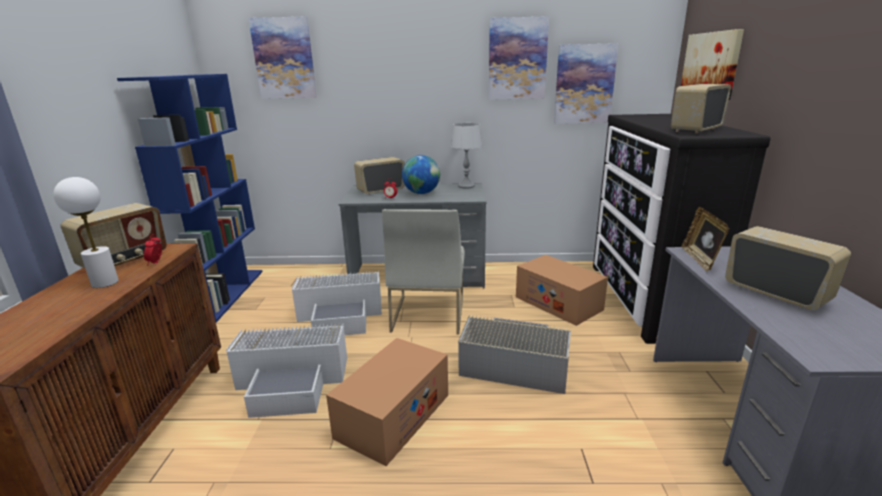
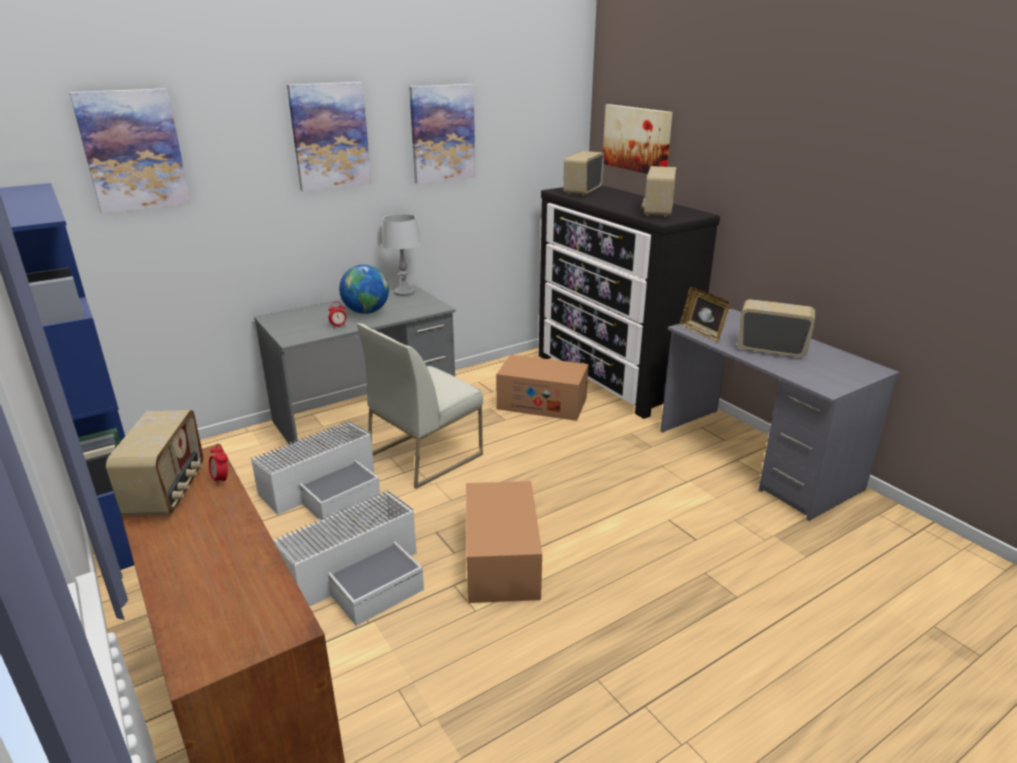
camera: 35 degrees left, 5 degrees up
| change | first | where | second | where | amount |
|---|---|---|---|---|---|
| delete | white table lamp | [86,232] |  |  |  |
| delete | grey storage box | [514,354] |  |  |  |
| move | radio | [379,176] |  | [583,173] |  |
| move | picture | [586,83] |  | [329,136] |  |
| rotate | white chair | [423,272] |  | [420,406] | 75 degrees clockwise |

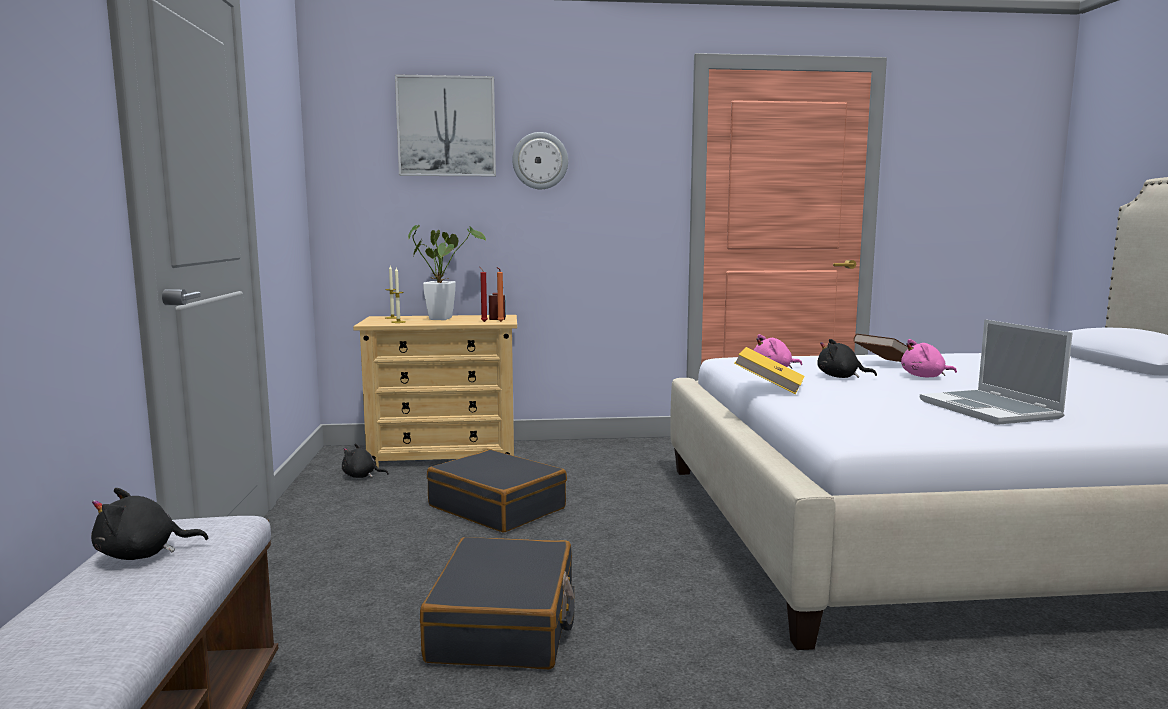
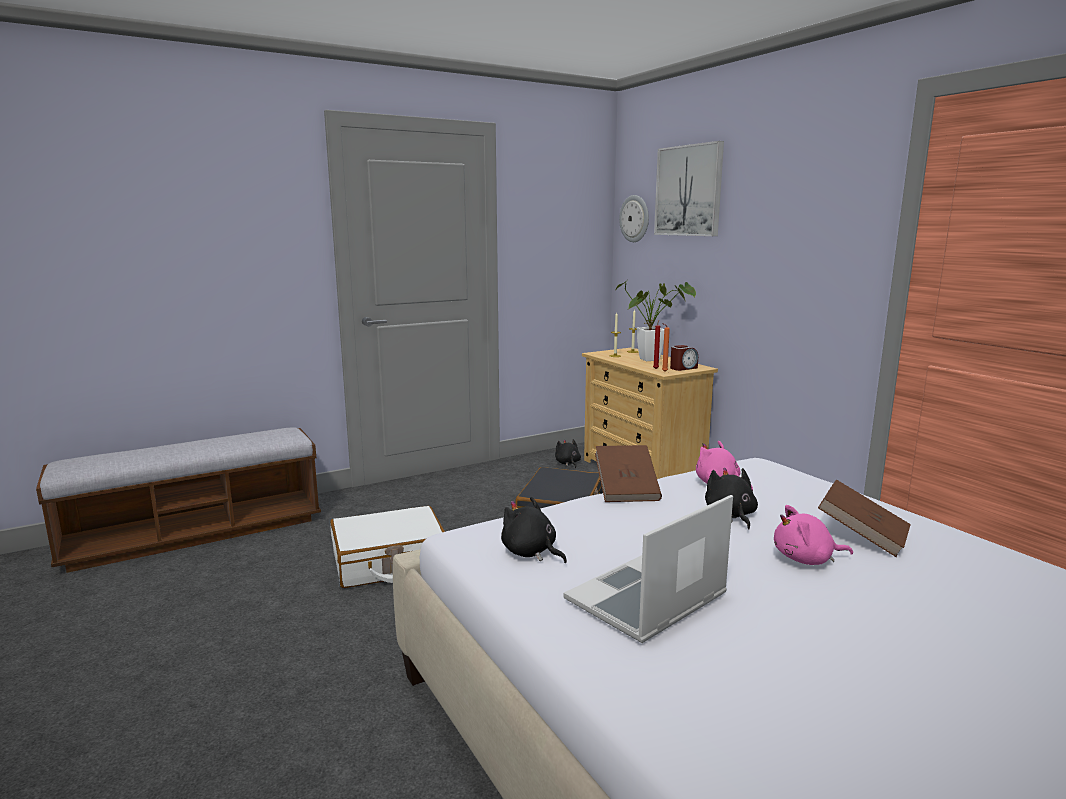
camera: 65 degrees right, 5 degrees up
| change | first | where | second | where | amount |
|---|---|---|---|---|---|
| move | black plush toy | [149,524] |  | [534,530] |  |
| move | wall clock | [540,160] |  | [634,218] |  |
| recolor | black suitcase | [497,603] | white suitcase | [387,547] |  |
| recolor | yellow book | [769,370] | brown book | [628,473] |  |
| rotate | pink plush toy | [929,358] |  | [813,535] | 60 degrees counterclockwise |

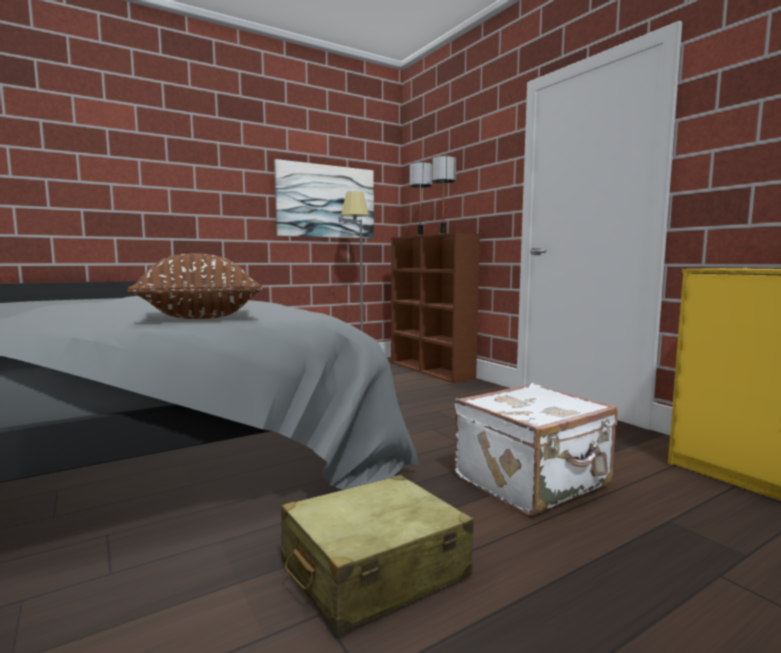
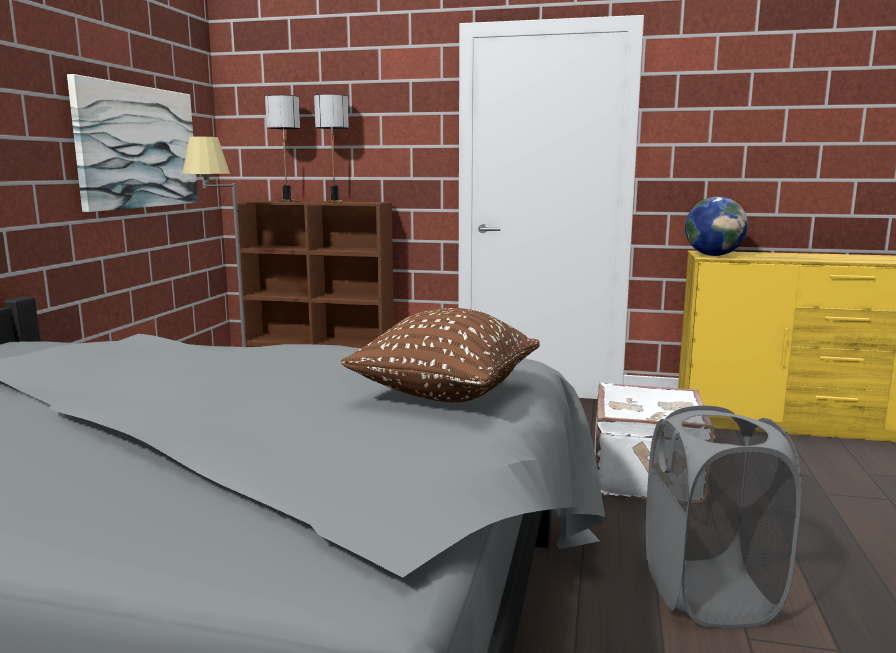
camera: 45 degrees left, 5 degrees up
| change | first | where | second | where | amount |
|---|---|---|---|---|---|
| insert |  |  | globe | [716,226] |  |
| replace | beige suitcase | [377,555] | grey laundry basket | [723,517] |  |

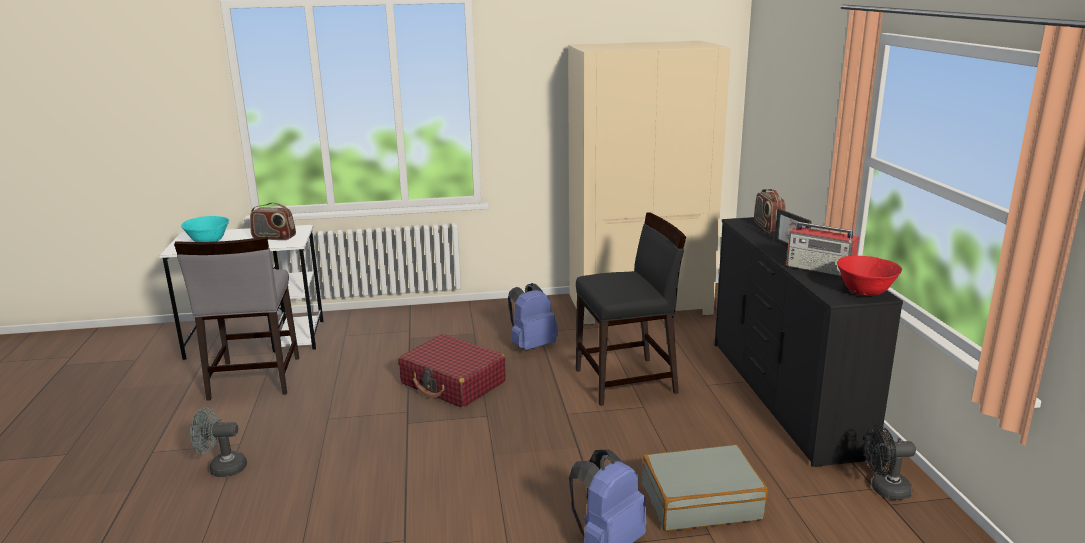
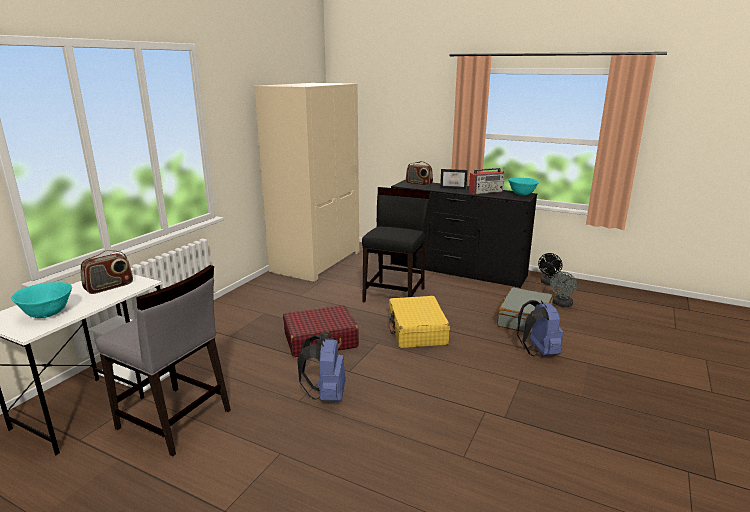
camera: 55 degrees left, 0 degrees up
| change | first | where | second | where | amount |
|---|---|---|---|---|---|
| insert |  |  | yellow suitcase | [419,322] |  |
| move | grey fan | [218,442] |  | [563,289] |  |
| move | blue backpack | [533,317] |  | [321,368] |  |
| recolor | red bowl | [869,276] | turquoise bowl | [523,186] |  |

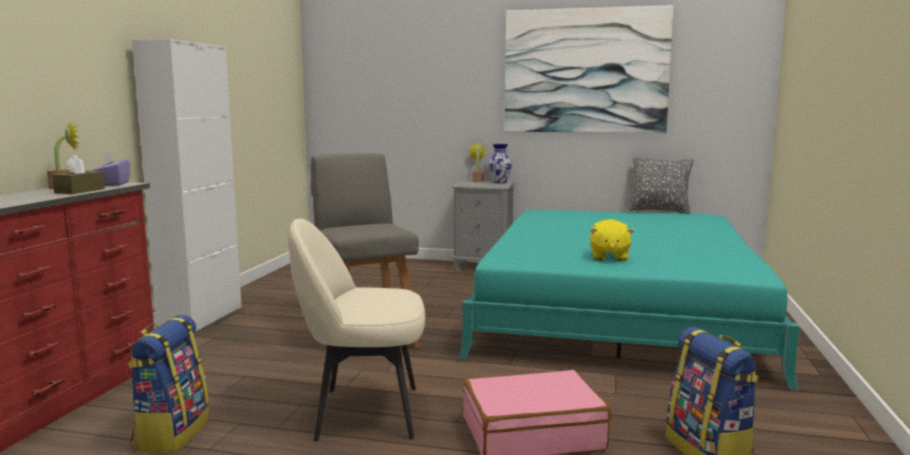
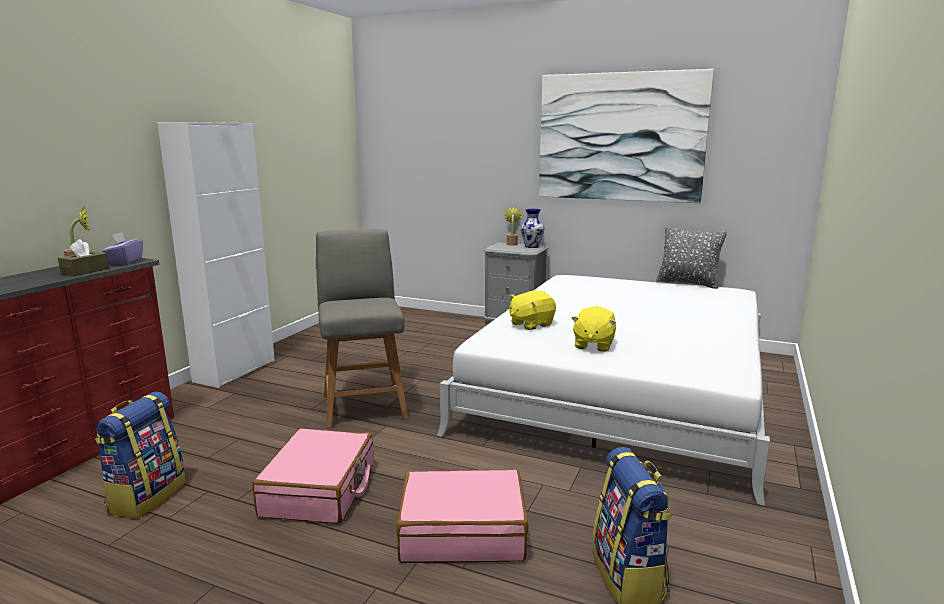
camera: 10 degrees right, 5 degrees up
| change | first | where | second | where | amount |
|---|---|---|---|---|---|
| insert |  |  | yellow plush toy | [532,310] |  |
| replace | beige chair | [356,330] | pink suitcase | [313,476] |  |
| recolor | turquoise bed | [629,300] | white bed | [603,390] |  |

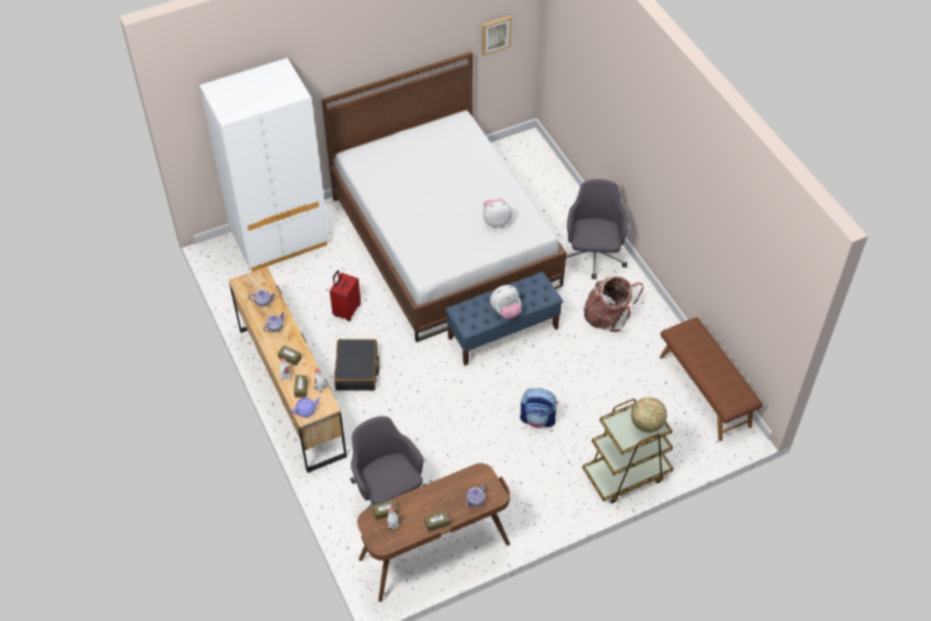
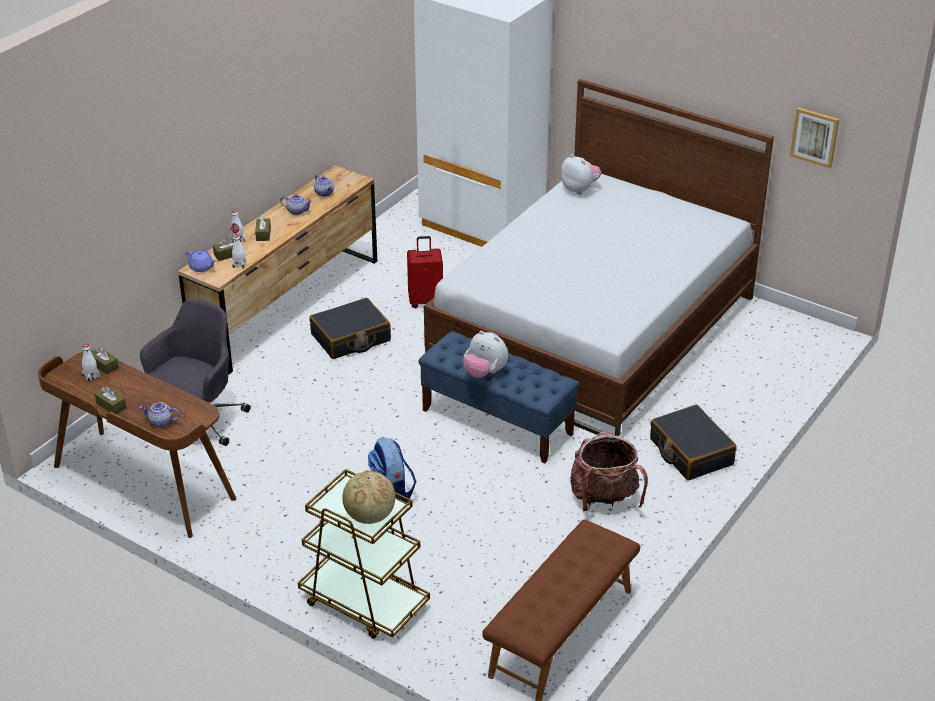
camera: 60 degrees right, 15 degrees down
| change | first | where | second | where | amount |
|---|---|---|---|---|---|
| move | plush toy | [497,213] |  | [580,174] |  |
| replace | grey office chair | [597,229] | black suitcase | [693,442] |  |

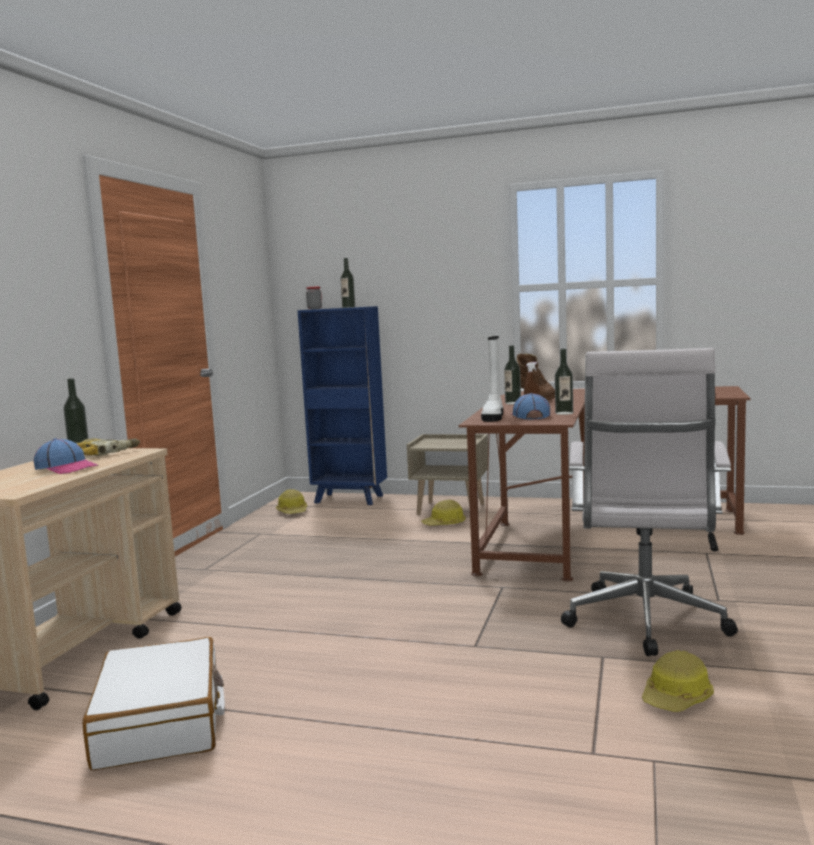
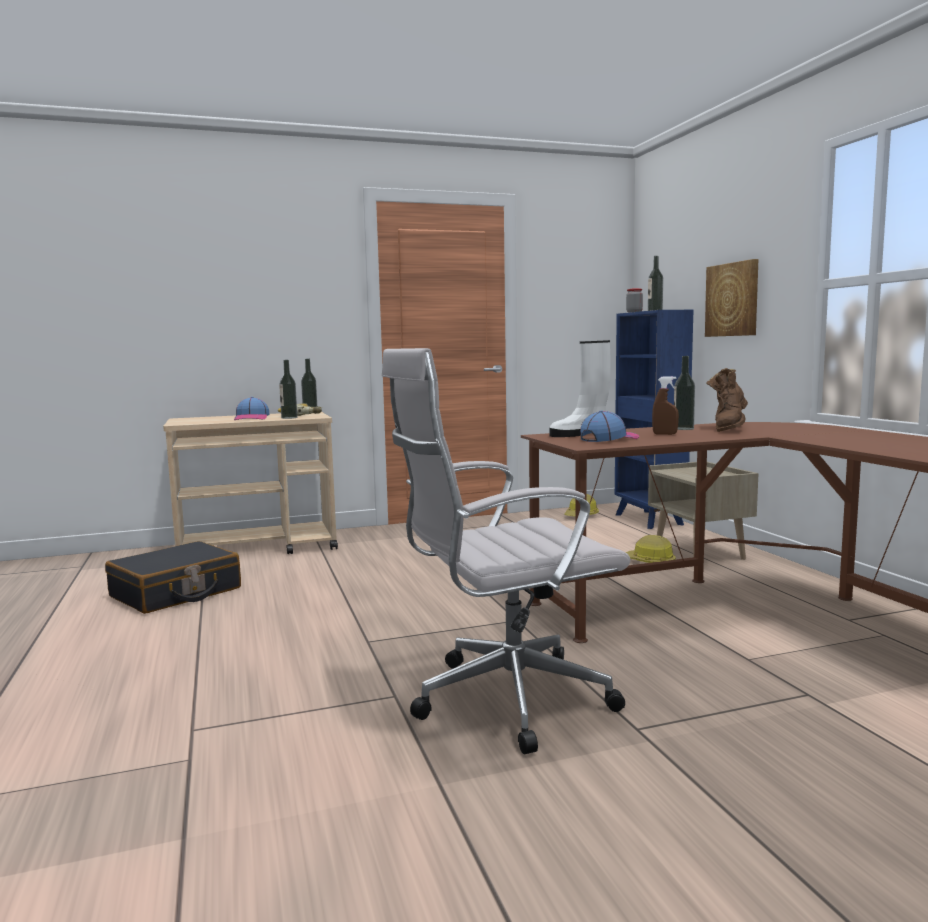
camera: 55 degrees right, 0 degrees up
| change | first | where | second | where | amount |
|---|---|---|---|---|---|
| delete | hard hat | [678,681] |  |  |  |
| insert |  |  | picture | [731,298] |  |
| move | bottle | [564,382] |  | [288,389] |  |
| recolor | white suitcase | [154,703] | black suitcase | [173,577] |  |

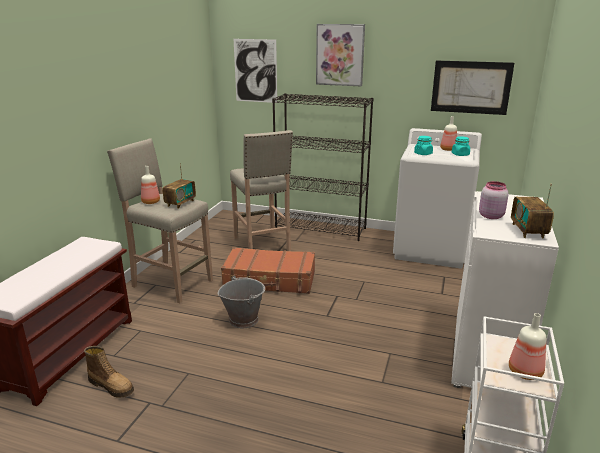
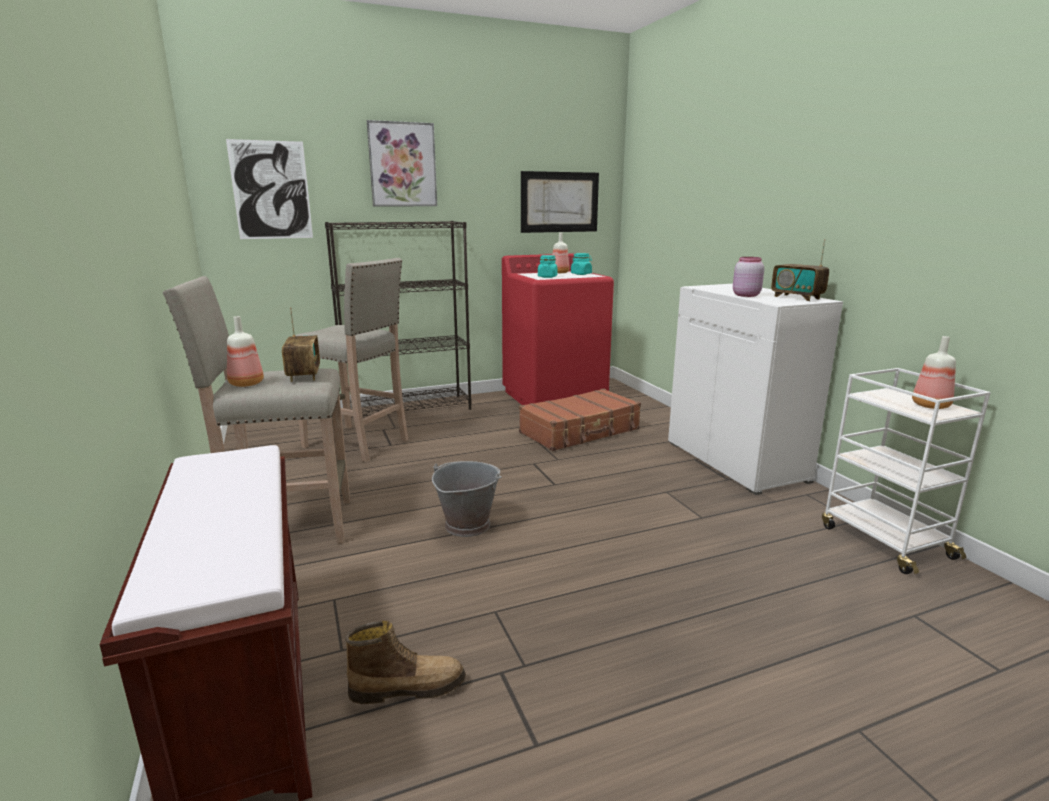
camera: 40 degrees left, 5 degrees down
| change | first | where | second | where | amount |
|---|---|---|---|---|---|
| move | brown suitcase | [268,270] |  | [580,419] |  |
| recolor | white washing machine | [437,198] | red washing machine | [558,329] |  |

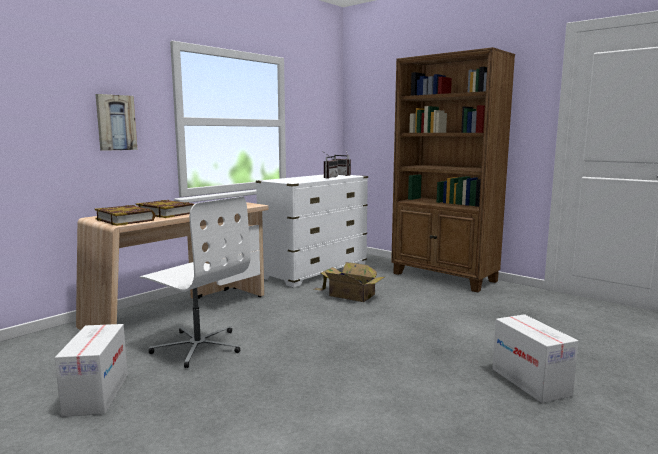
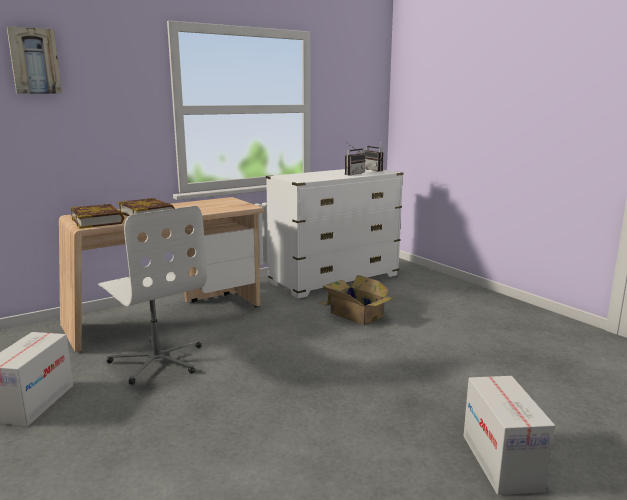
camera: 15 degrees right, 5 degrees up
| change | first | where | second | where | amount |
|---|---|---|---|---|---|
| delete | brown bookcase | [453,169] |  |  |  |
| move | picture | [116,122] |  | [34,60] |  |

